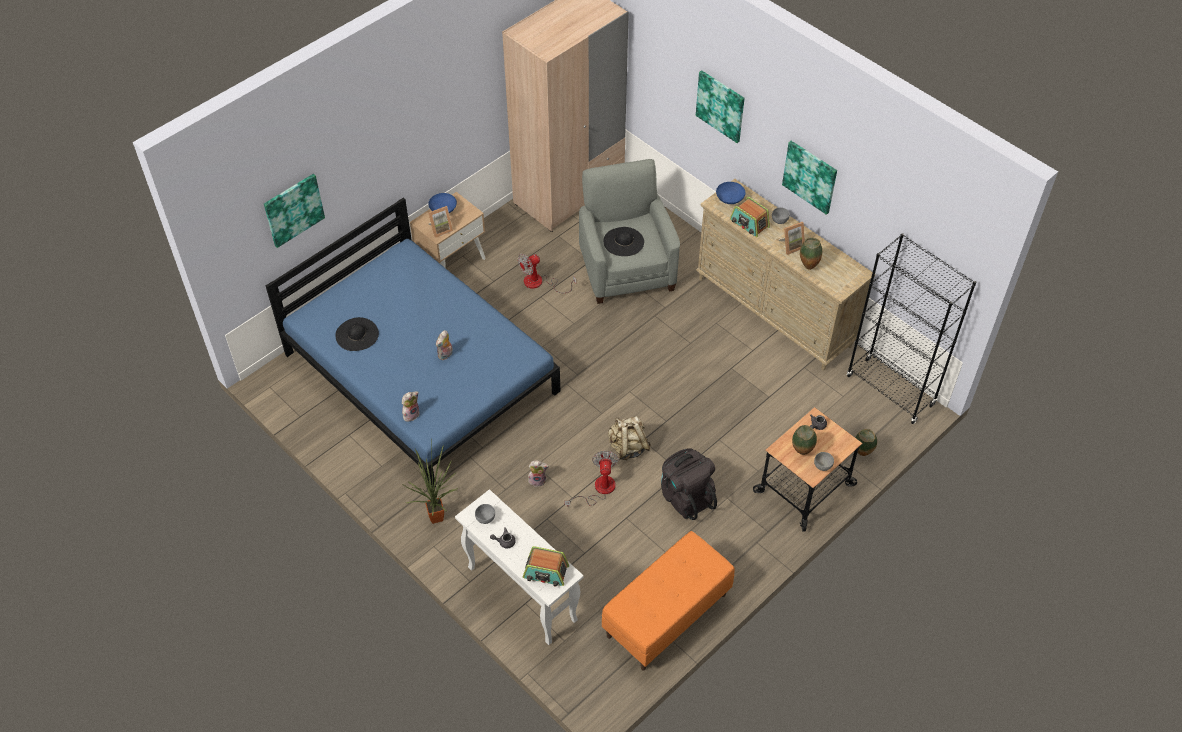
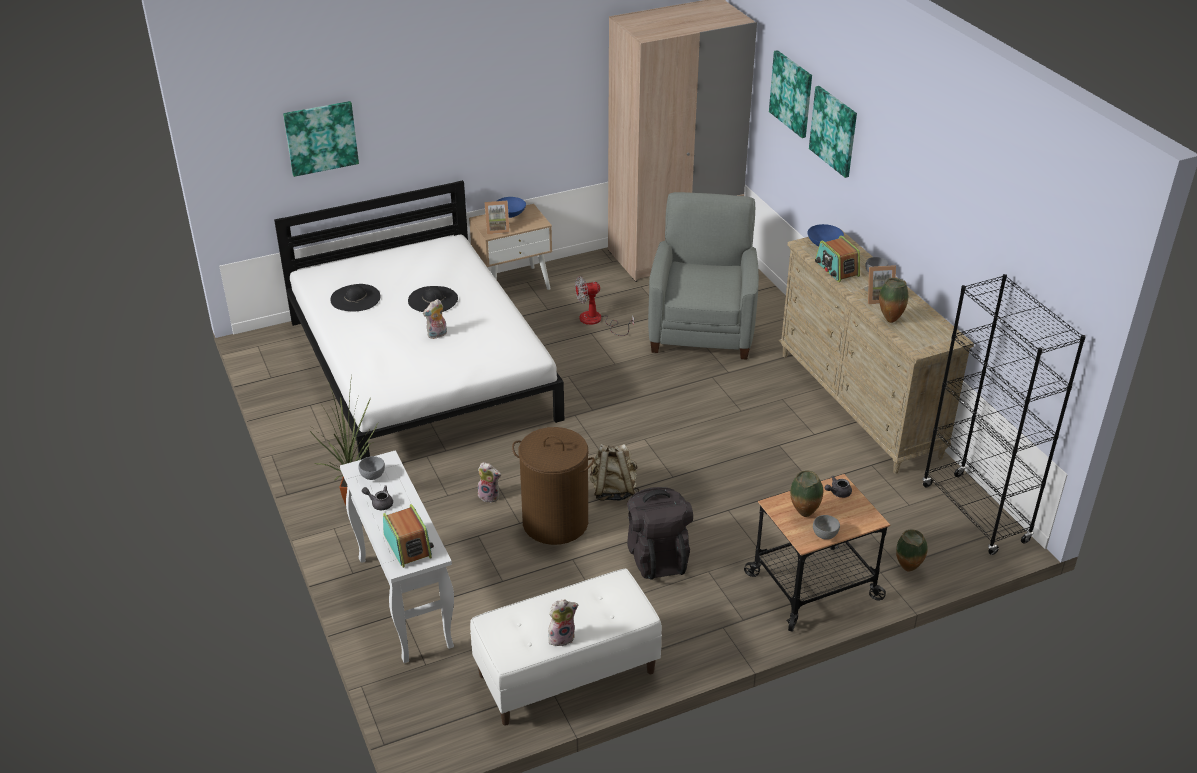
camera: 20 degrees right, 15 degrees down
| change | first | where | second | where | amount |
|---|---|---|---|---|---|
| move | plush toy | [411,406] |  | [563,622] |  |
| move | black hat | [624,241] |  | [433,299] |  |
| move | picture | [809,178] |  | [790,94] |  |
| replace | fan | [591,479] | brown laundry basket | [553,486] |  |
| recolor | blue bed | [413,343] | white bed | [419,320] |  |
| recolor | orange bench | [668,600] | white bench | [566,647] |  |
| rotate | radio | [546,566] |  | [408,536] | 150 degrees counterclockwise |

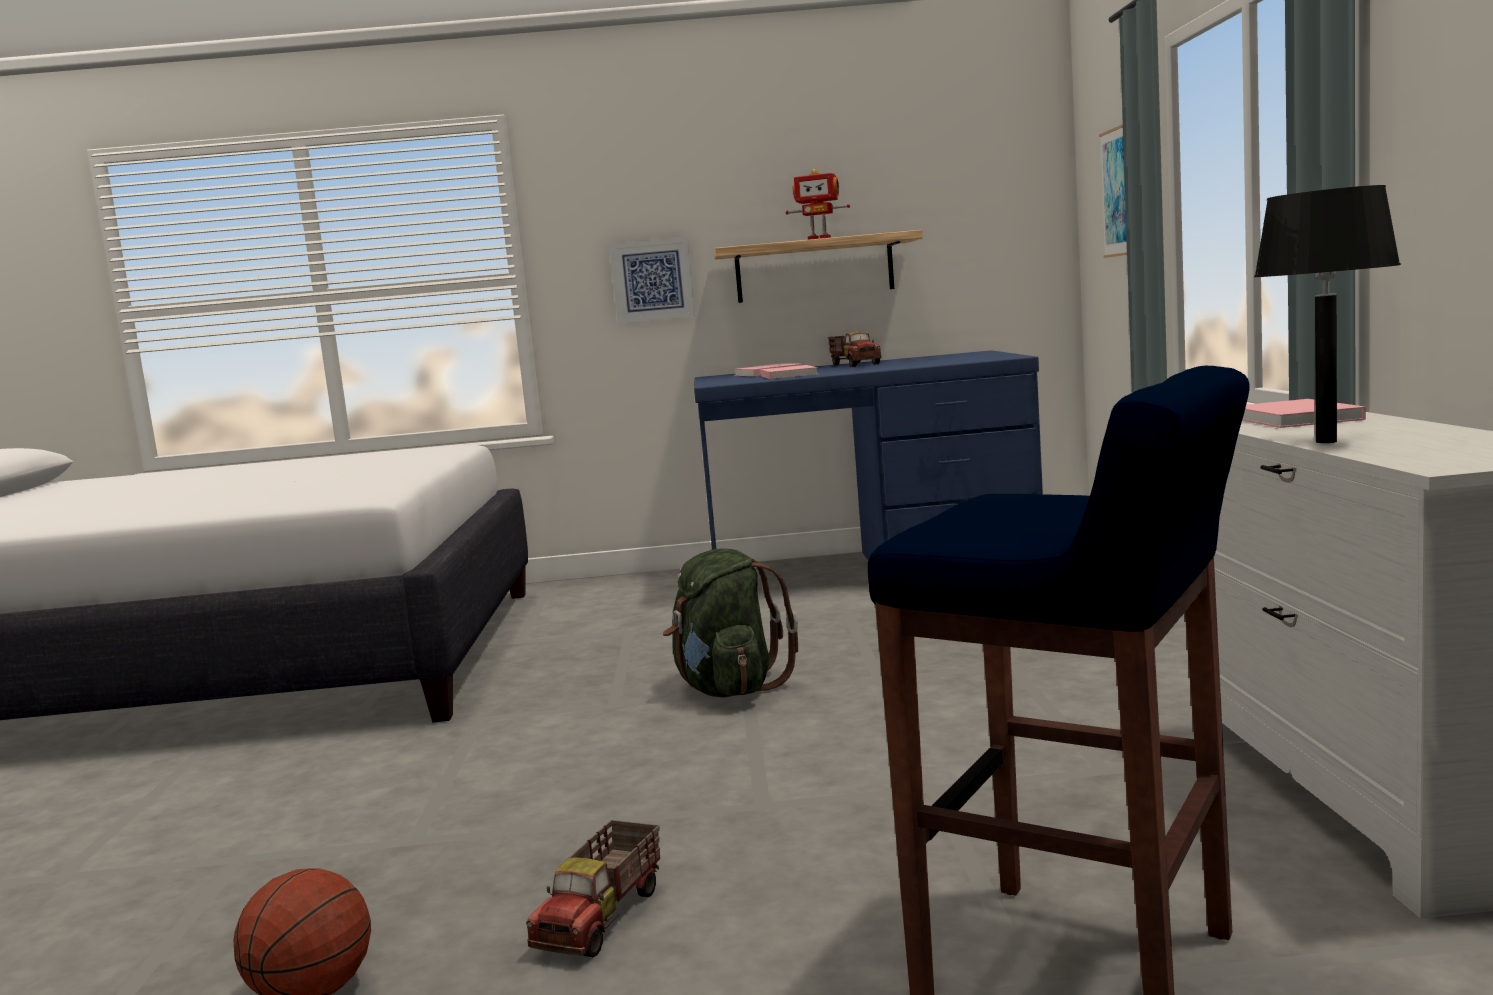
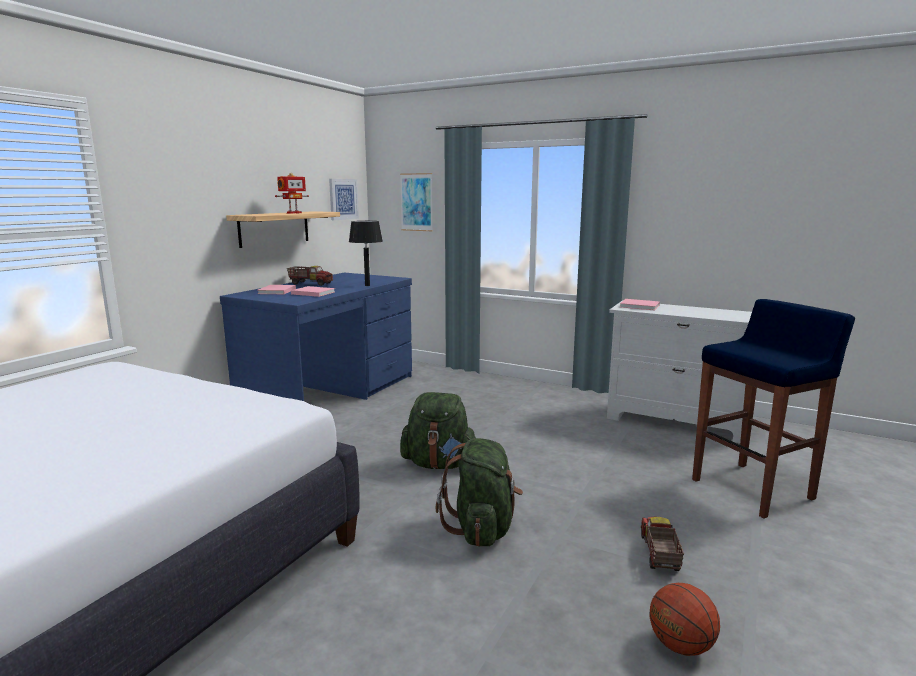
camera: 60 degrees left, 5 degrees up
| change | first | where | second | where | amount |
|---|---|---|---|---|---|
| insert |  |  | green backpack | [479,492] |  |
| move | picture | [652,280] |  | [344,199] |  |
| move | black table lamp | [1327,314] |  | [366,253] |  |
| rotate | toy truck | [593,889] |  | [662,544] | 135 degrees counterclockwise |

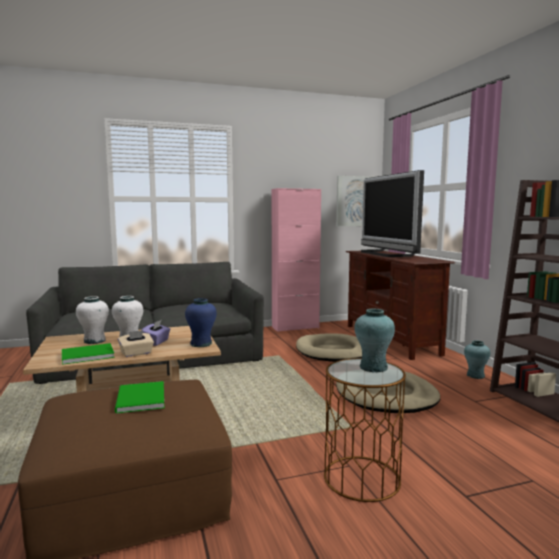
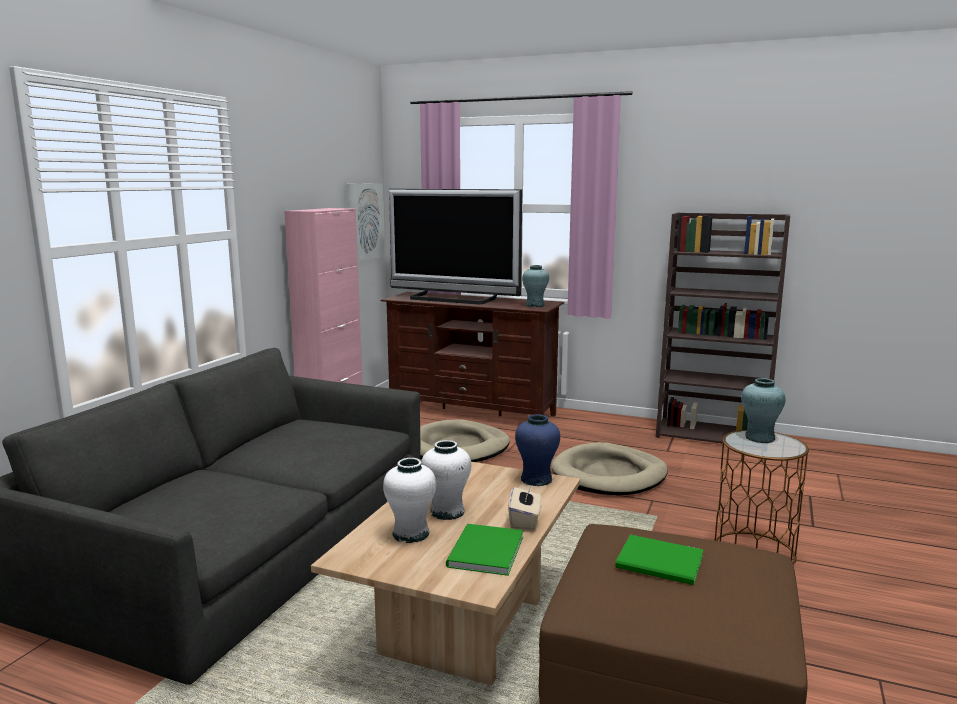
camera: 50 degrees left, 5 degrees up
| change | first | where | second | where | amount |
|---|---|---|---|---|---|
| delete | purple tissue box | [156,333] |  |  |  |
| move | turquoise vase | [477,360] |  | [535,286] |  |

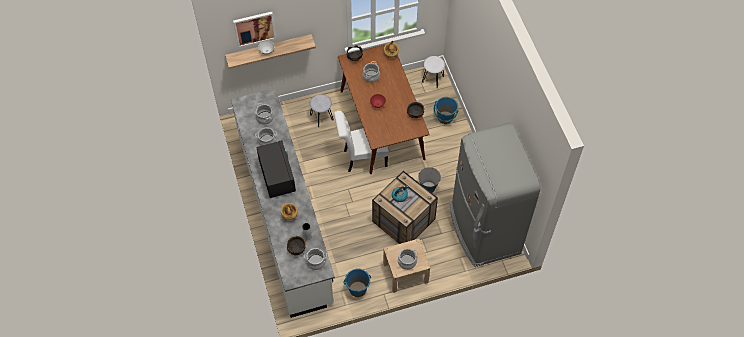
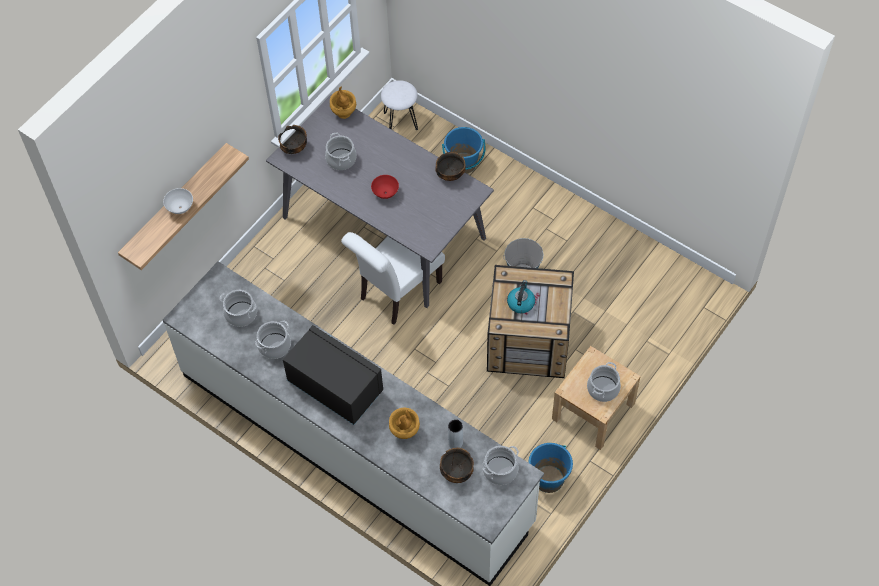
camera: 35 degrees left, 0 degrees up
| change | first | where | second | where | amount |
|---|---|---|---|---|---|
| delete | picture | [254,29] |  |  |  |
| delete | grey stool | [321,110] |  |  |  |
| delete | grey fridge | [495,195] |  |  |  |
| recolor | brown dining table | [384,109] | grey dining table | [380,201] |  |

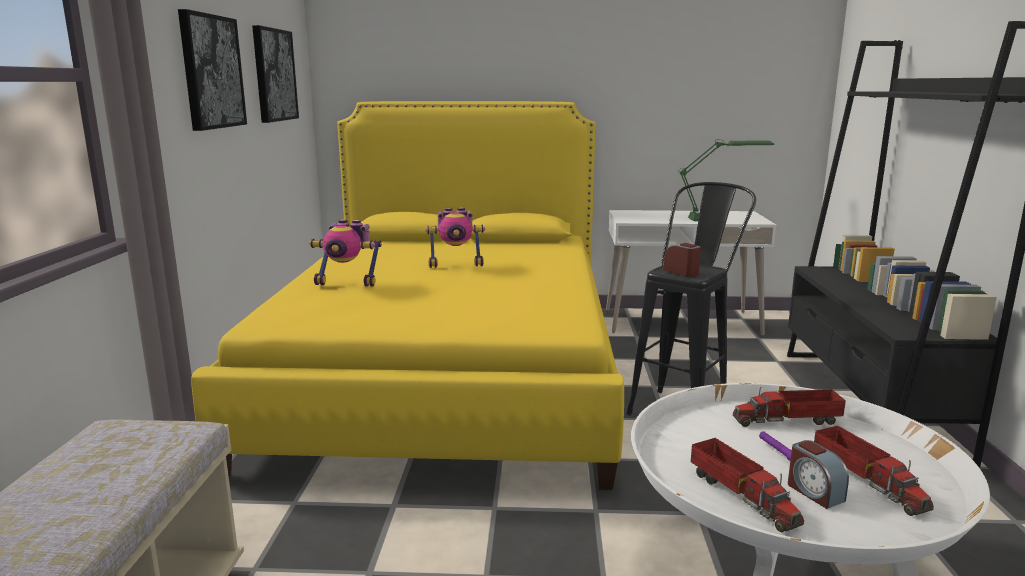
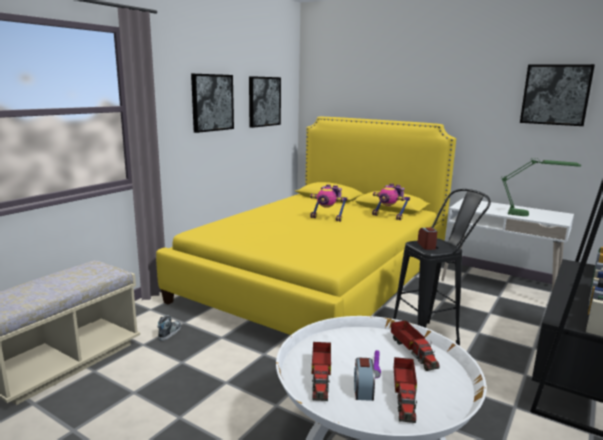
camera: 30 degrees right, 0 degrees up
| change | first | where | second | where | amount |
|---|---|---|---|---|---|
| insert |  |  | shoe | [169,328] |  |
| insert |  |  | picture | [557,95] |  |
| move | toy robot | [345,252] |  | [391,202] |  |
| rotate | toy truck | [789,407] |  | [415,345] | 135 degrees counterclockwise |

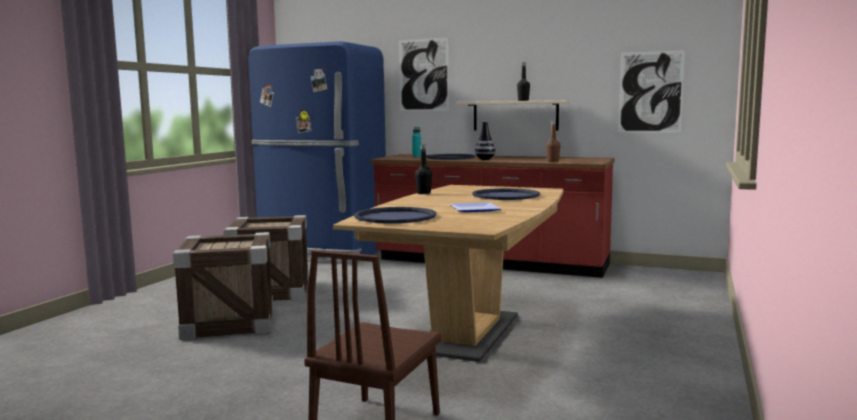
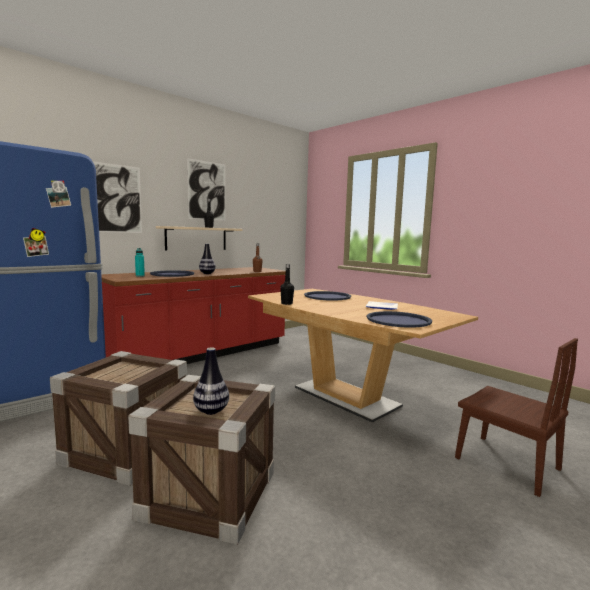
camera: 65 degrees left, 0 degrees up
| change | first | where | second | where | amount |
|---|---|---|---|---|---|
| insert |  |  | vase | [211,381] |  |
| move | picture | [651,91] |  | [206,189] |  |

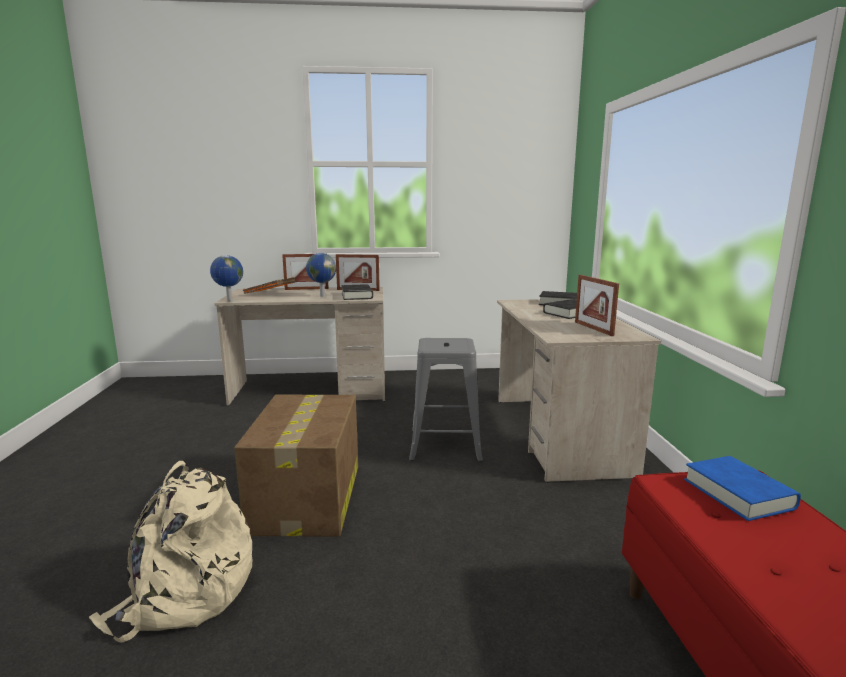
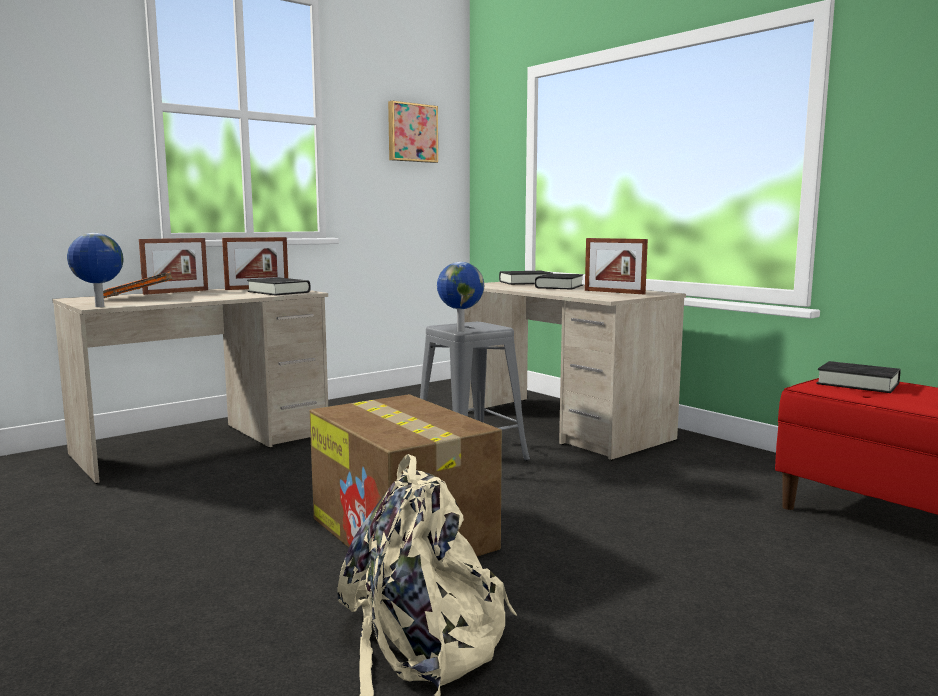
camera: 35 degrees left, 5 degrees down
| change | first | where | second | where | amount |
|---|---|---|---|---|---|
| insert |  |  | picture | [413,132] |  |
| move | globe | [321,275] |  | [460,297] |  |
| recolor | blue book | [742,488] | black book | [858,377] |  |

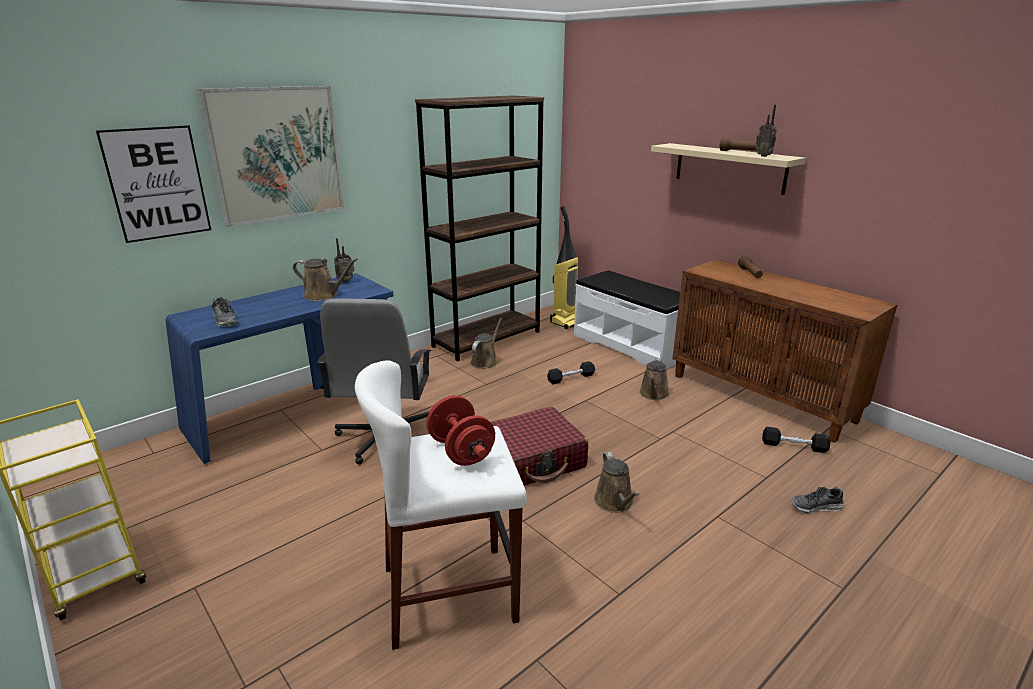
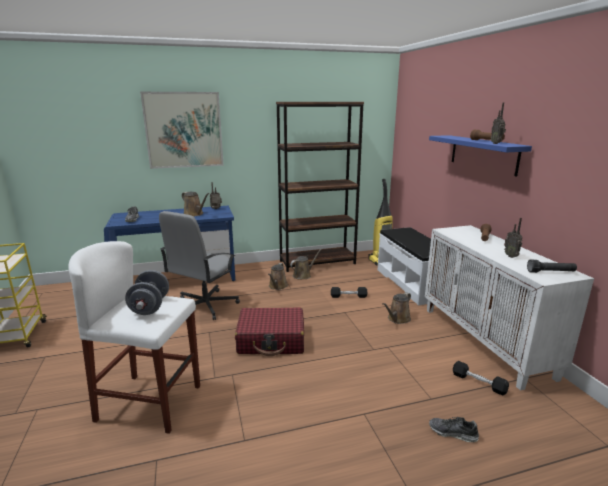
camera: 25 degrees right, 5 degrees down
| change | first | where | second | where | amount |
|---|---|---|---|---|---|
| delete | picture | [153,184] |  |  |  |
| insert |  |  | radio | [513,238] |  |
| insert |  |  | black flashlight | [552,266] |  |
| move | brown watering can | [616,482] |  | [278,276] |  |
| recolor | red dumbbell | [460,430] | grey dumbbell | [147,292] |  |
| recolor | beige shelf | [728,169] | blue shelf | [480,155] |  |
| recolor | brown cabinet | [785,351] | white cabinet | [509,308] |  |

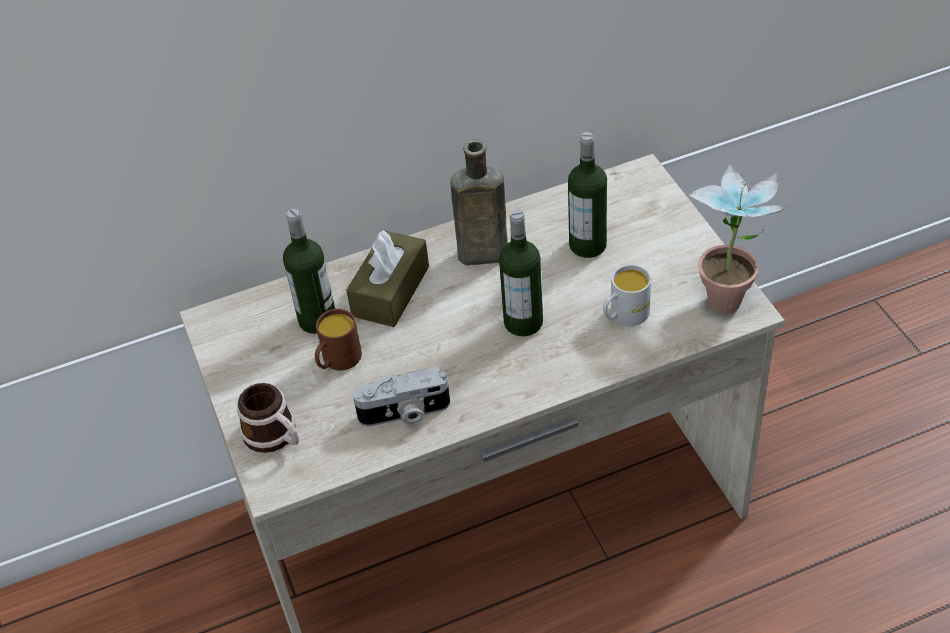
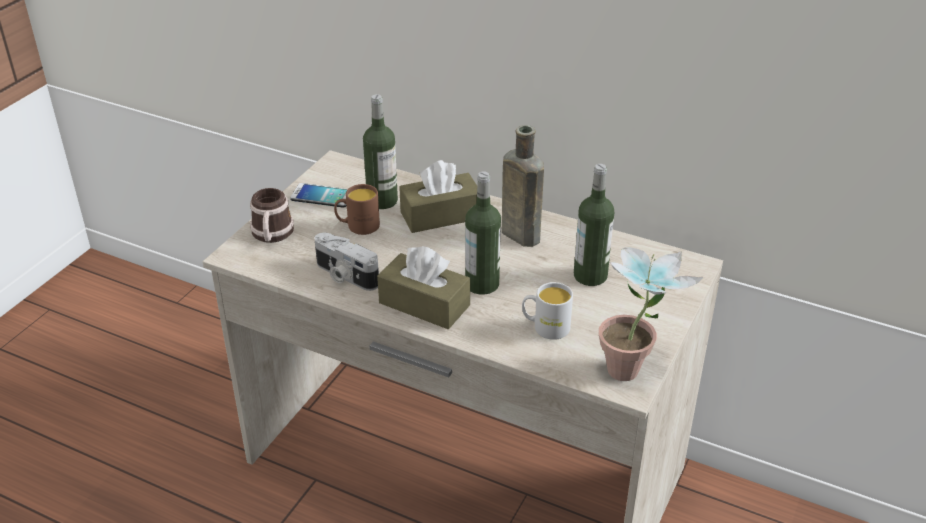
camera: 45 degrees right, 10 degrees down
| change | first | where | second | where | amount |
|---|---|---|---|---|---|
| insert |  |  | phone | [319,195] |  |
| insert |  |  | brown tissue box | [423,287] |  |

